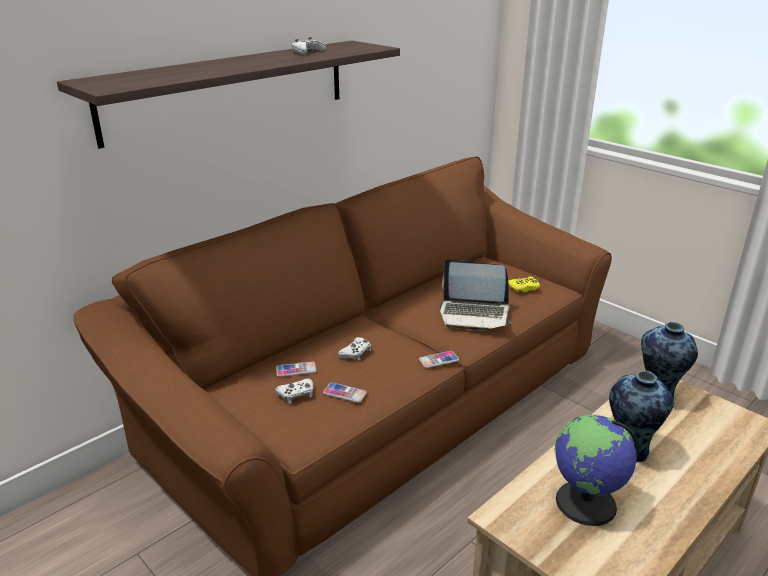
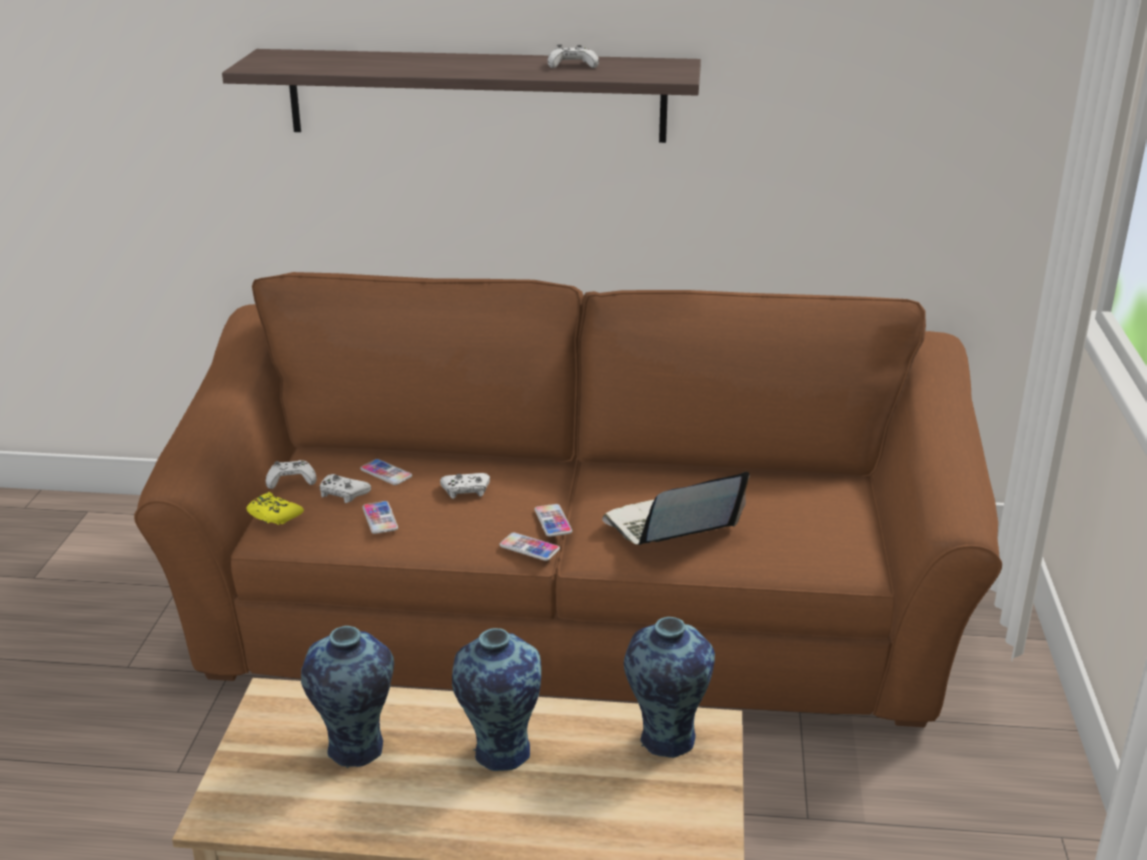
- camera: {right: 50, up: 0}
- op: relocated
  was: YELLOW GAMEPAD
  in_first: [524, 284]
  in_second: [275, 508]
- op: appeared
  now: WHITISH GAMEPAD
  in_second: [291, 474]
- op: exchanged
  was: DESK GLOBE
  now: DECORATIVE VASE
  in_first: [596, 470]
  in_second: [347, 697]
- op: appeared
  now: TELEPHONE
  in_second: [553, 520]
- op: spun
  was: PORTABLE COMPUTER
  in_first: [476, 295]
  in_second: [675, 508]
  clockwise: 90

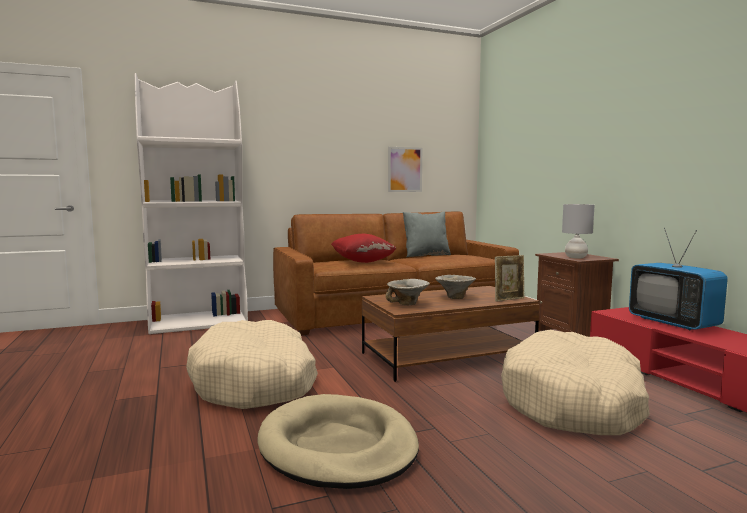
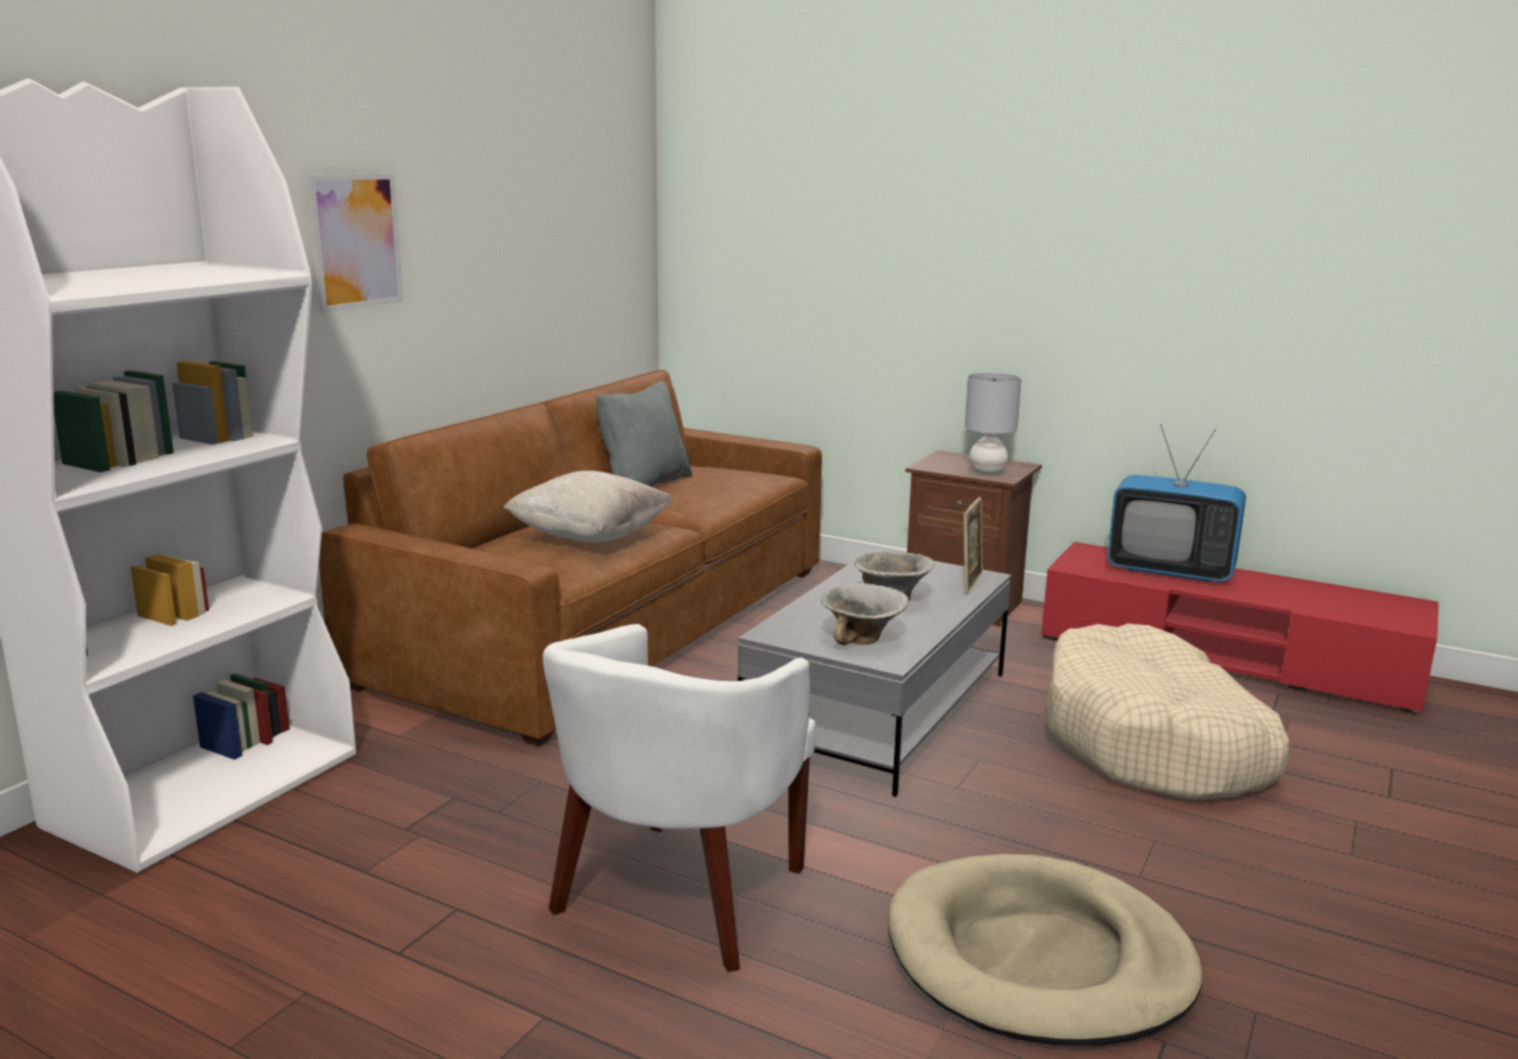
- camera: {right: -40, up: 10}
- op: relocated
  was: PICTURE
  in_first: [405, 169]
  in_second: [355, 242]
- op: colour
  was: REDDISH CUSHION
  now: BEIGE CUSHION
  in_first: [363, 248]
  in_second: [588, 507]
- op: exchanged
  was: BEIGE DOG CUSHION
  now: WHITISH EASY CHAIR
  in_first: [252, 364]
  in_second: [679, 798]
- op: colour
  was: BROWN-COLOURED LOW TABLE
  now: GRAY LOW TABLE
  in_first: [451, 334]
  in_second: [874, 673]

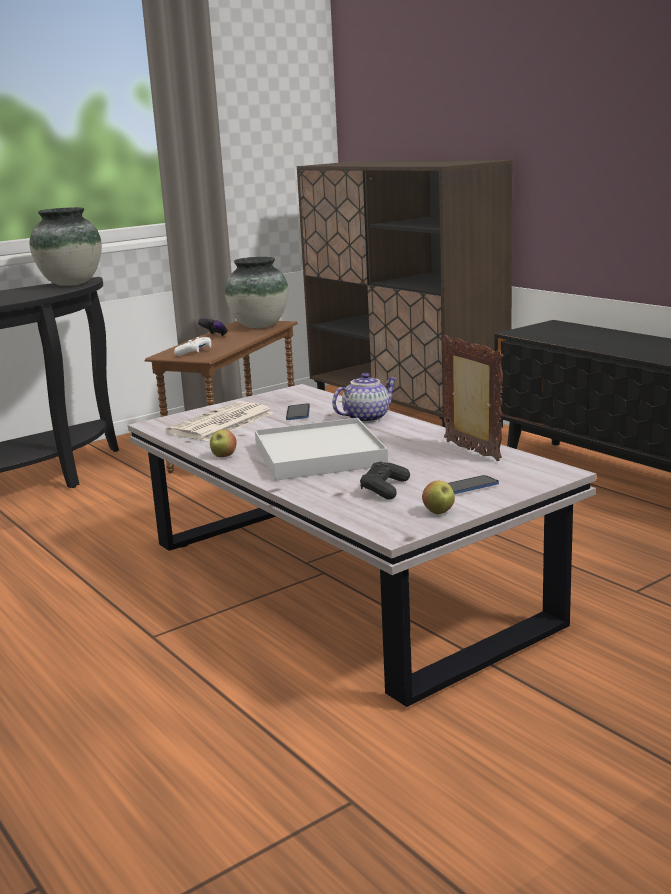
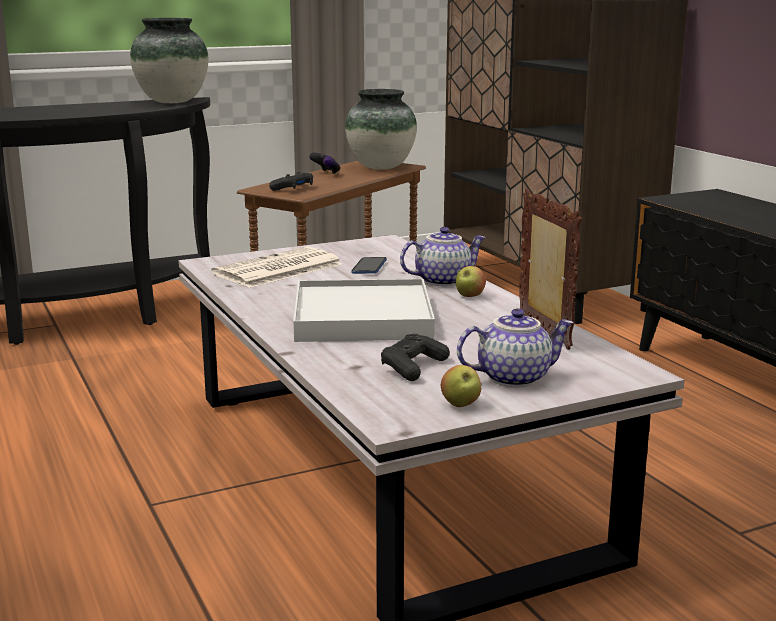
- camera: {right: 10, up: 0}
- op: colour
  was: WHITISH GAMEPAD
  now: BLACK GAMEPAD
  in_first: [192, 346]
  in_second: [291, 181]
- op: relocated
  was: APPLE FRUIT
  in_first: [223, 443]
  in_second: [471, 281]
- op: exchanged
  was: TELEPHONE
  now: POT FOR TEA
  in_first: [473, 484]
  in_second: [515, 347]

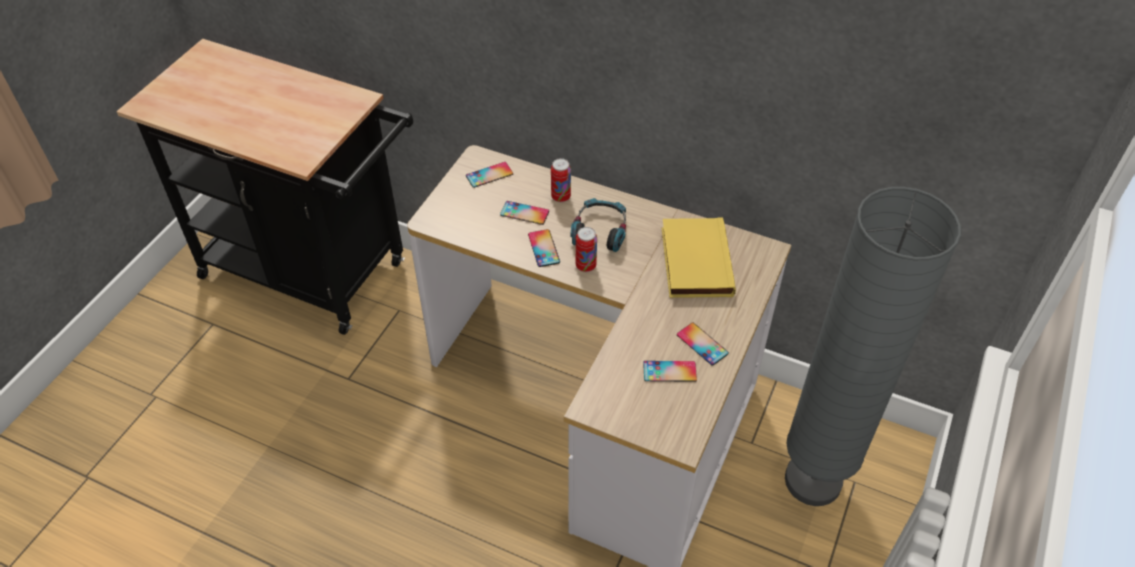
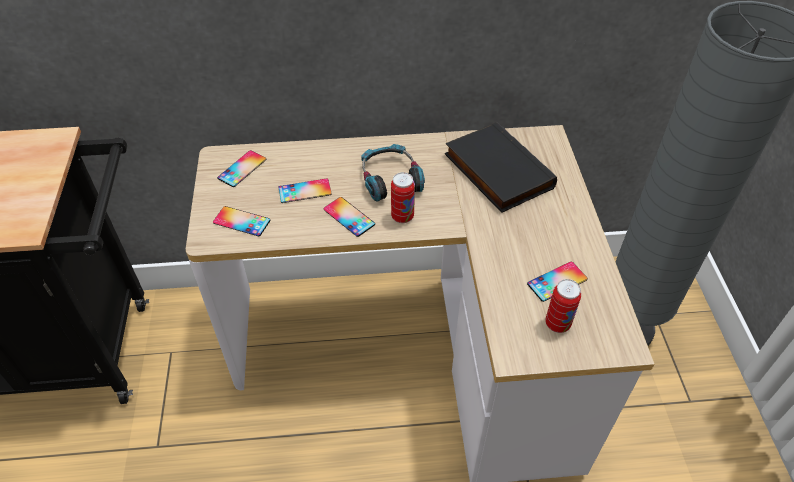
- camera: {right: -30, up: 0}
- op: relocated
  was: TELEPHONE
  in_first: [703, 344]
  in_second: [241, 221]
- op: colour
  was: YELLOW BOUND BOOK
  now: BLACK BOUND BOOK
  in_first: [699, 257]
  in_second: [501, 167]
- op: relocated
  was: CAN
  in_first: [561, 180]
  in_second: [563, 306]

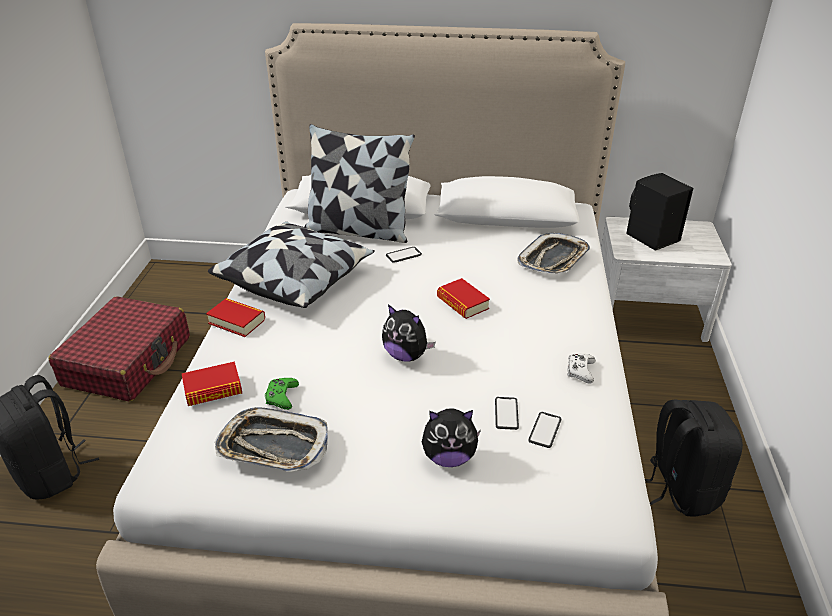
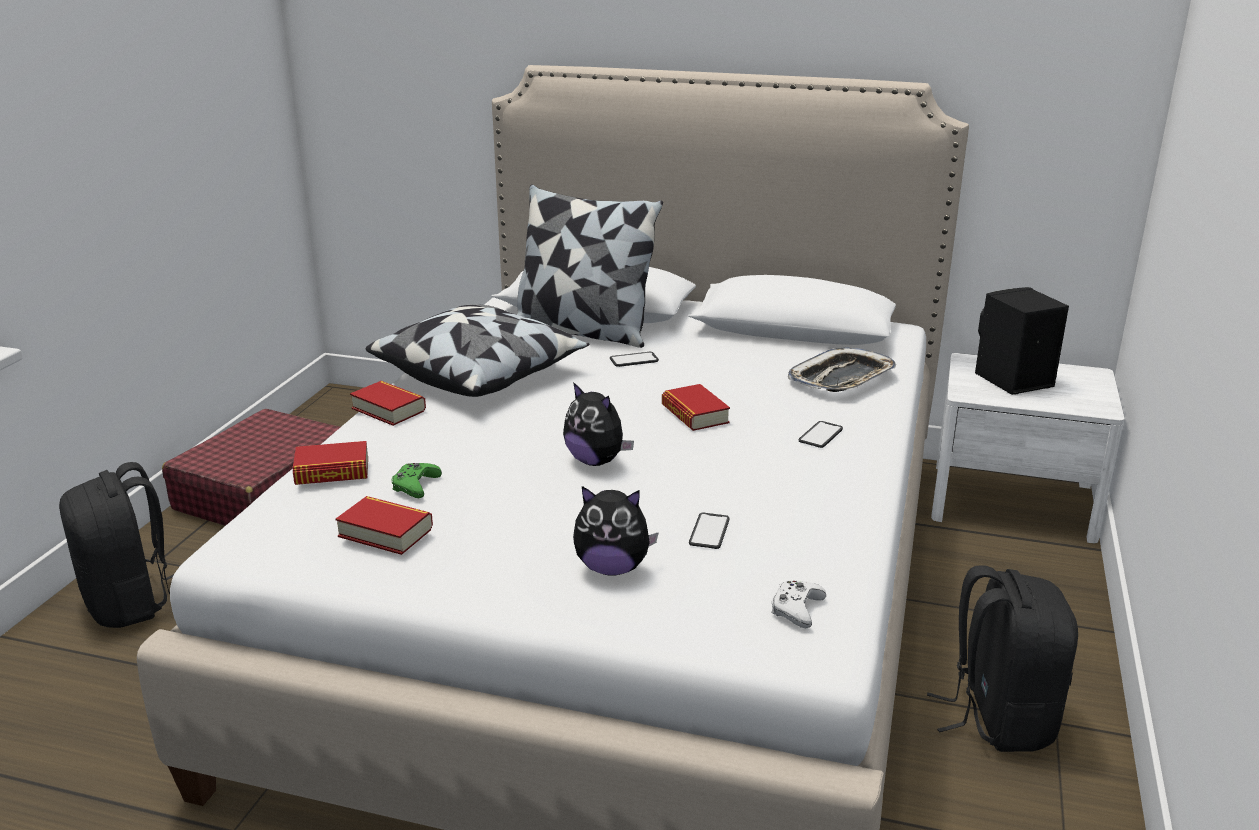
- camera: {right: 10, up: -10}
- op: exchanged
  was: CARRYING TRAY
  now: BOUND BOOK
  in_first: [271, 439]
  in_second: [384, 525]
- op: relocated
  was: WHITISH GAMEPAD
  in_first: [581, 369]
  in_second: [798, 604]
- op: relocated
  was: TELEPHONE
  in_first: [544, 430]
  in_second: [821, 434]

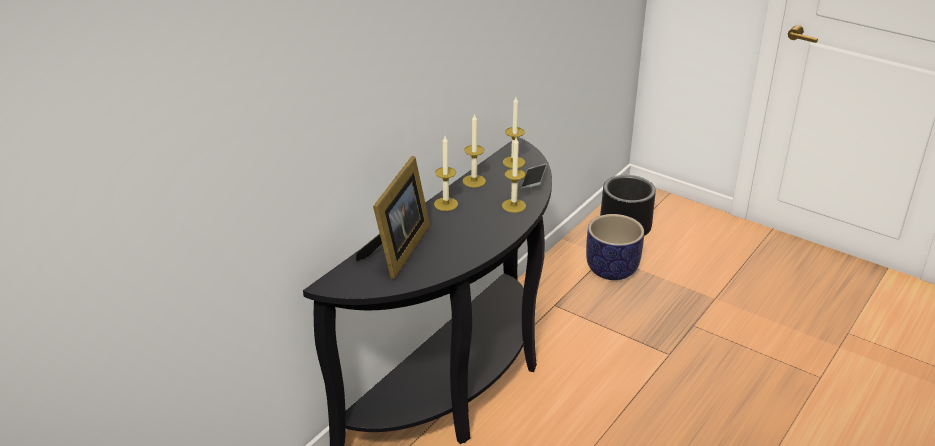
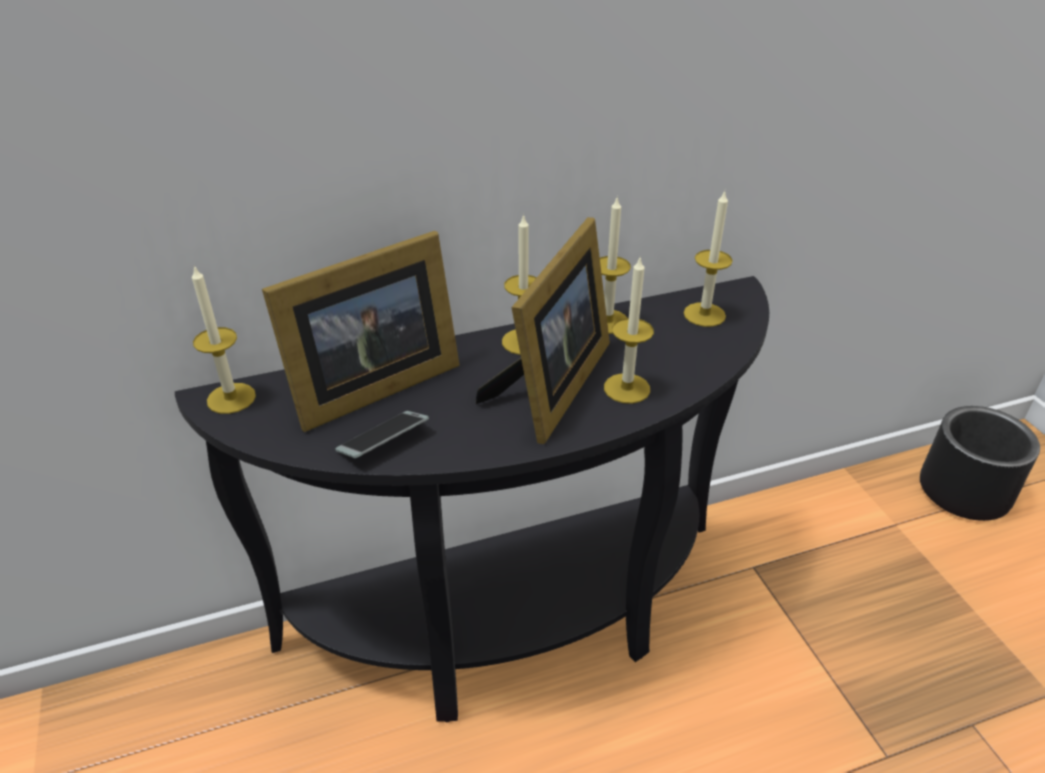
- camera: {right: 35, up: 5}
- op: appeared
  now: WAX CANDLE
  in_second: [224, 339]
- op: relocated
  was: TELEPHONE
  in_first: [534, 176]
  in_second: [382, 434]
- op: appeared
  now: PICTURE FRAME
  in_second: [542, 330]
- op: missing
  was: FLOWER POT
  in_first: [615, 247]

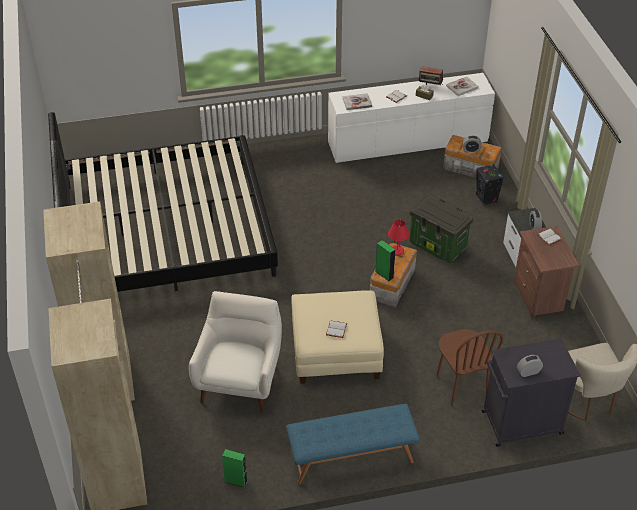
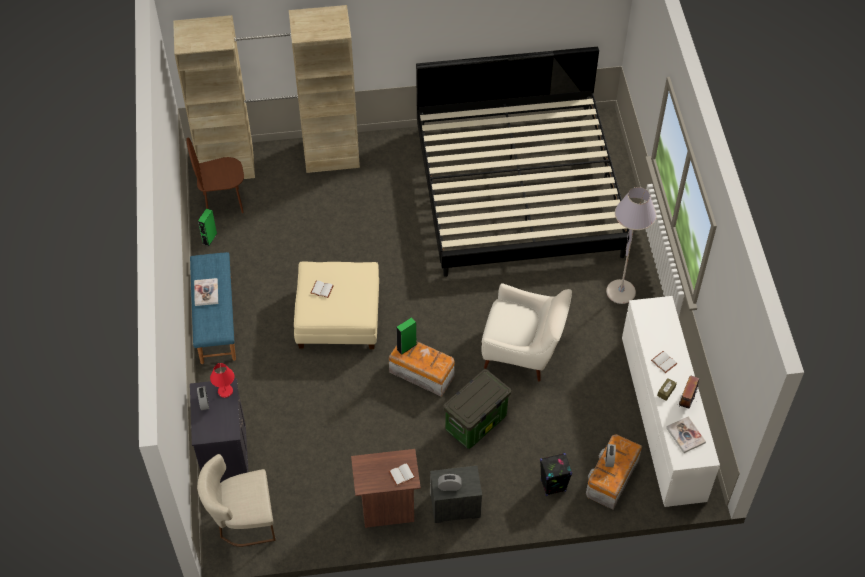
- camera: {right: 95, up: 10}
- op: relocated
  was: BROWN-COLOURED PLAIN CHAIR
  in_first: [470, 367]
  in_second: [215, 175]
- op: relocated
  was: BOUND BOOK
  in_first: [357, 101]
  in_second: [206, 292]
- op: relocated
  was: REDDISH LAMP FOR A TABLE
  in_first: [398, 237]
  in_second: [222, 380]
- op: relocated
  was: WHITISH EASY CHAIR
  in_first: [235, 352]
  in_second: [526, 332]
- op: appeared
  now: GRAY STANDING LAMP
  in_second: [631, 245]

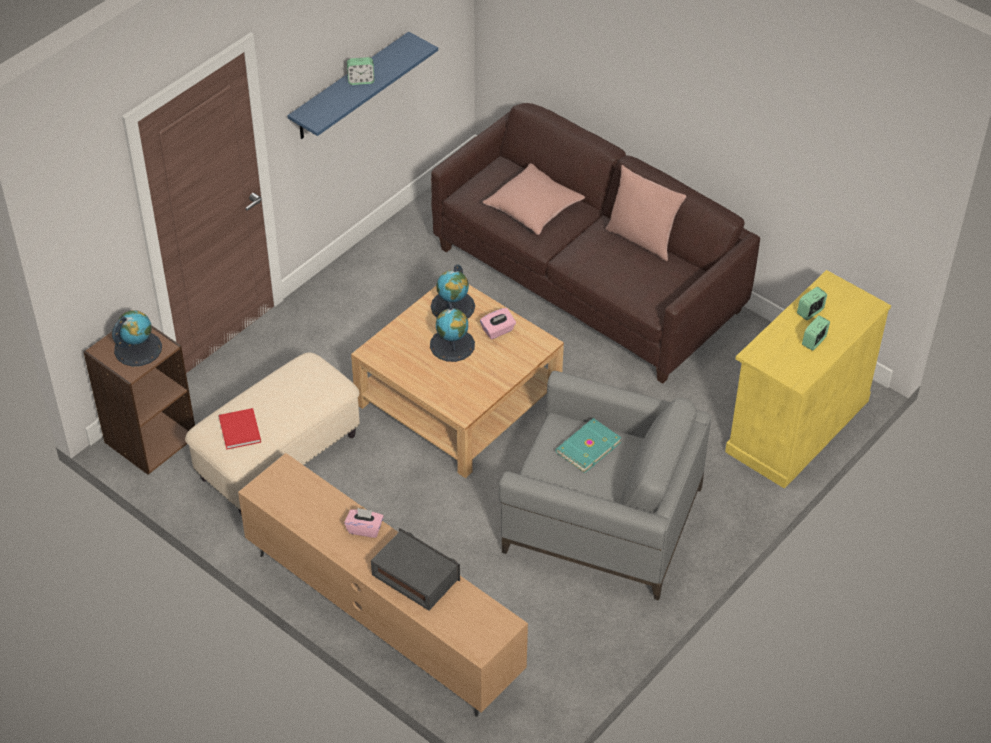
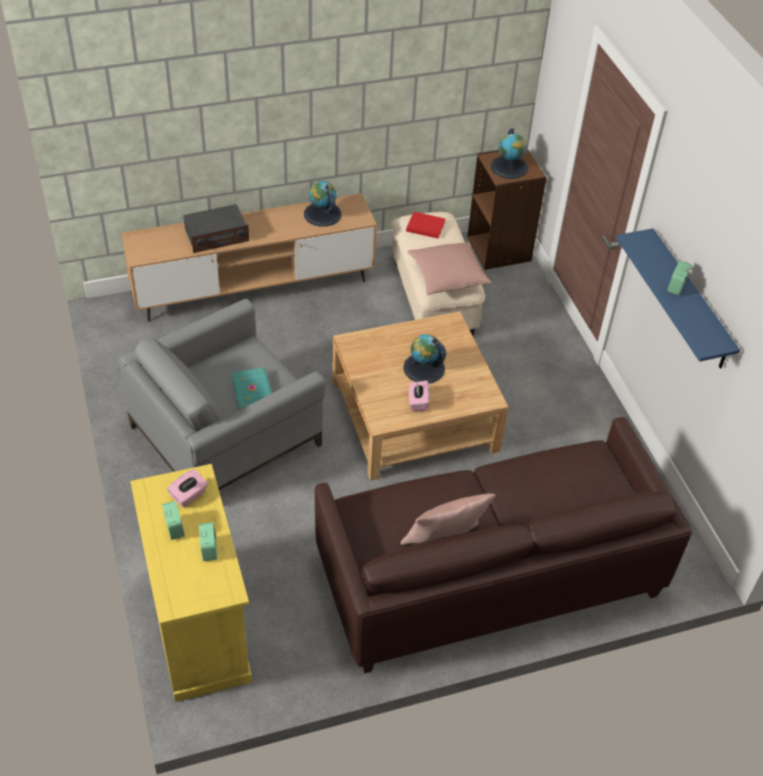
- camera: {right: 120, up: 0}
- op: relocated
  was: PINKISH BOX OF TISSUES
  in_first: [364, 523]
  in_second: [187, 488]
- op: relocated
  was: DESK GLOBE
  in_first: [453, 291]
  in_second: [322, 204]
- op: relocated
  was: PINKISH CUSHION
  in_first: [534, 199]
  in_second: [449, 268]

